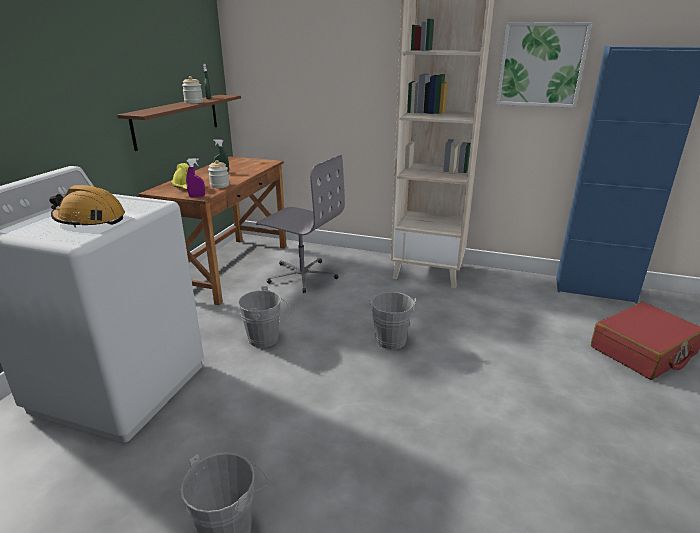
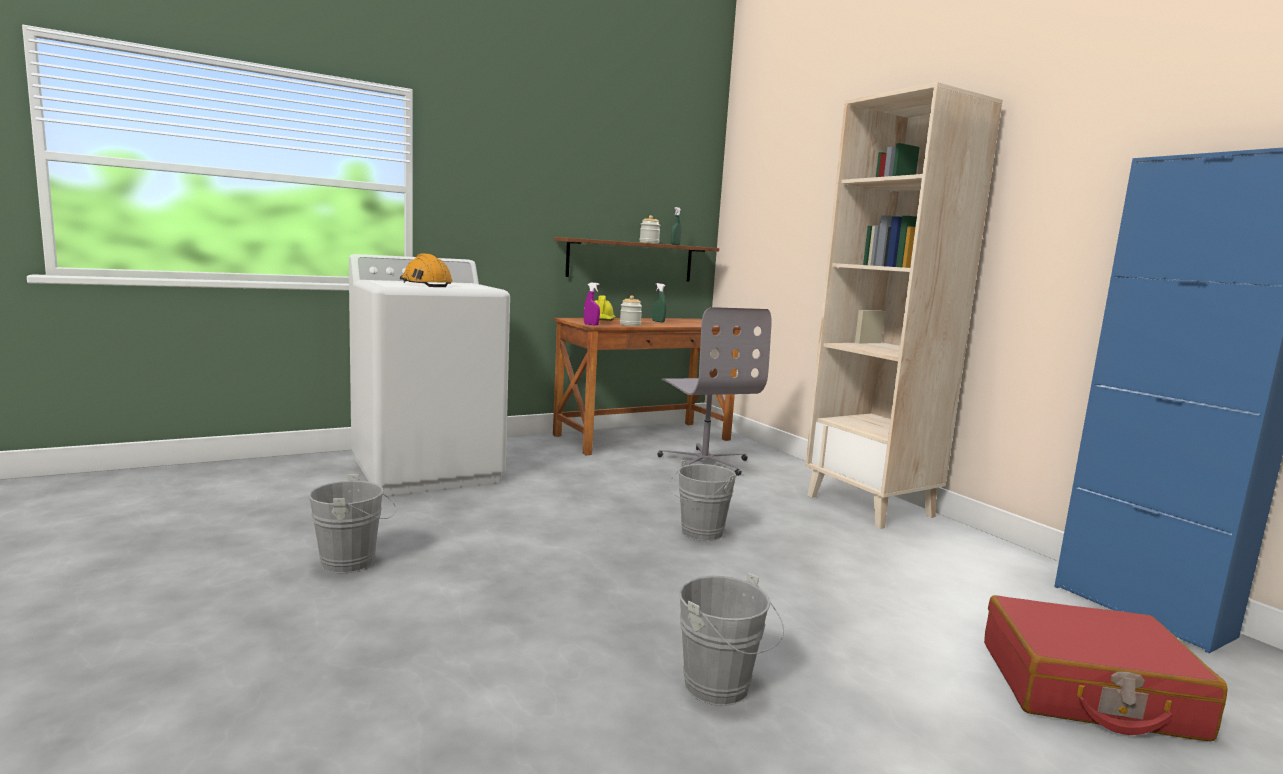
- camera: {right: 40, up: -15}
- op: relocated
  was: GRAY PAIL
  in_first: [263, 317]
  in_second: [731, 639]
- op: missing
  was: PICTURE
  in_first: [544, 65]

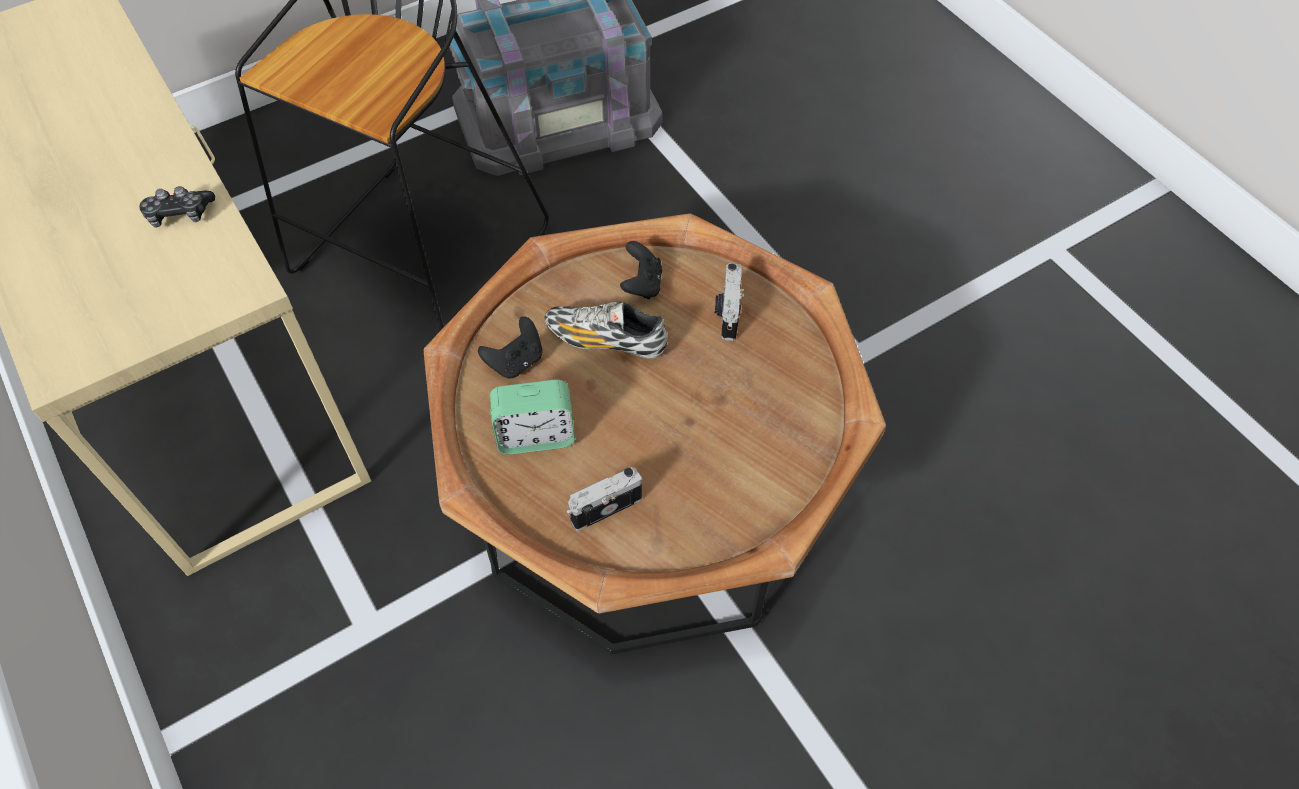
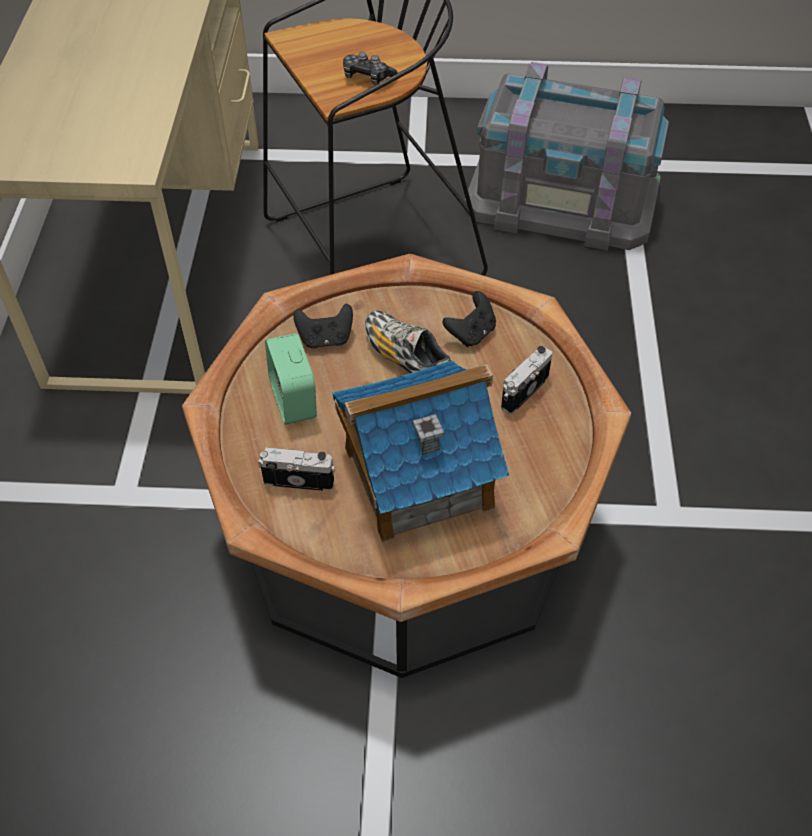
- camera: {right: 35, up: -5}
- op: spun
  was: TABLE CLOCK
  in_first: [532, 417]
  in_second: [291, 379]
  clockwise: 45
- op: appeared
  now: MINIATURE HOUSE
  in_second: [420, 451]
- op: relocated
  was: GAMEPAD
  in_first: [177, 207]
  in_second: [370, 68]

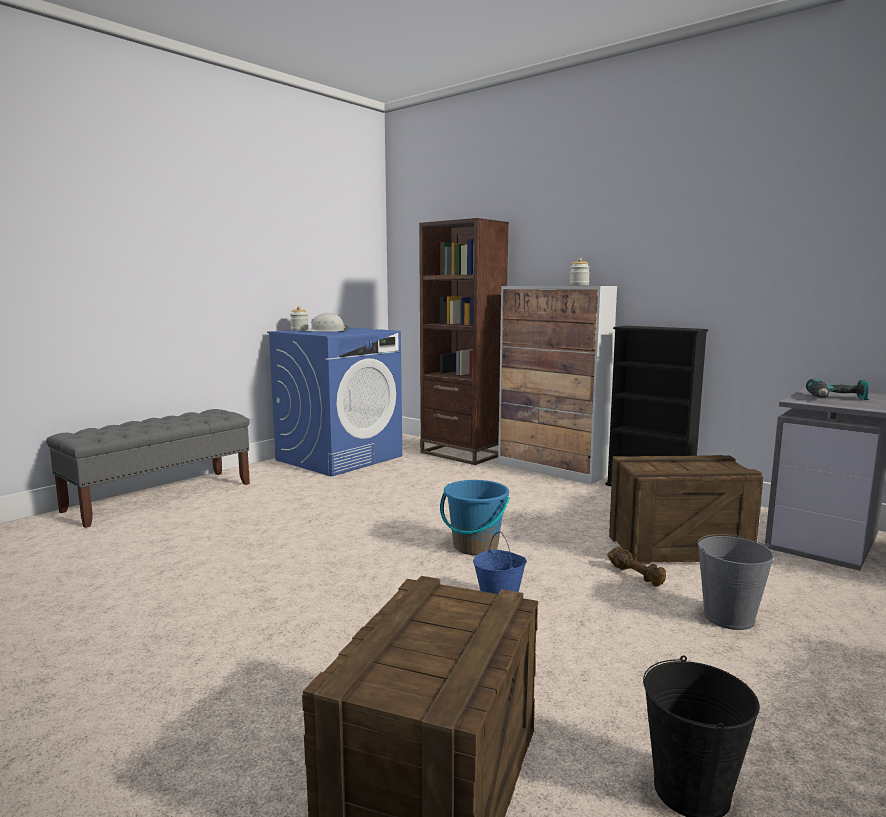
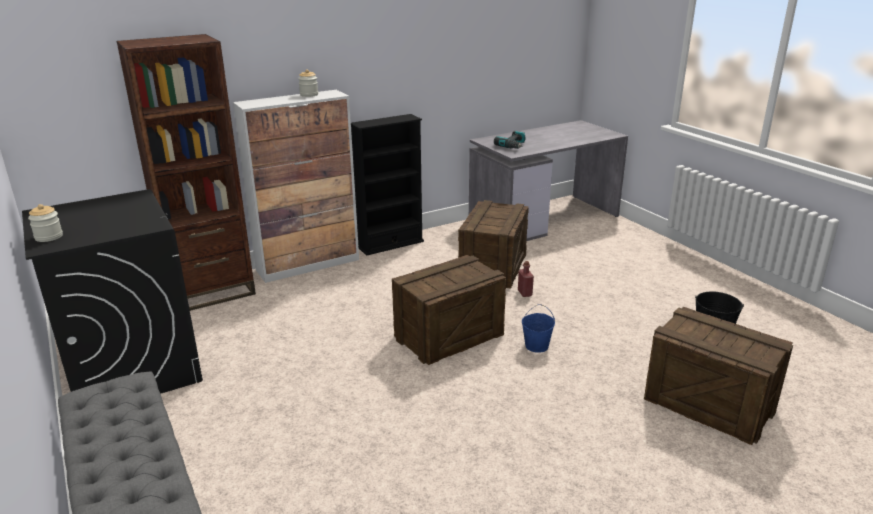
- camera: {right: -70, up: 15}
- op: colour
  was: BLUE-COLOURED LAUNDRY APPLIANCE
  now: BLACK LAUNDRY APPLIANCE
  in_first: [334, 402]
  in_second: [112, 291]
- op: exchanged
  was: BLUE-COLOURED PAIL
  now: SHIPPING CRATE
  in_first: [475, 517]
  in_second: [449, 310]
- op: exchanged
  was: BROWN-COLOURED FREE WEIGHT
  now: REDDISH DRINK BOTTLE
  in_first: [636, 566]
  in_second: [526, 279]
- op: missing
  was: WHITISH WORK HELMET
  in_first: [326, 322]
- op: missing
  was: GRAY PAIL
  in_first: [736, 582]

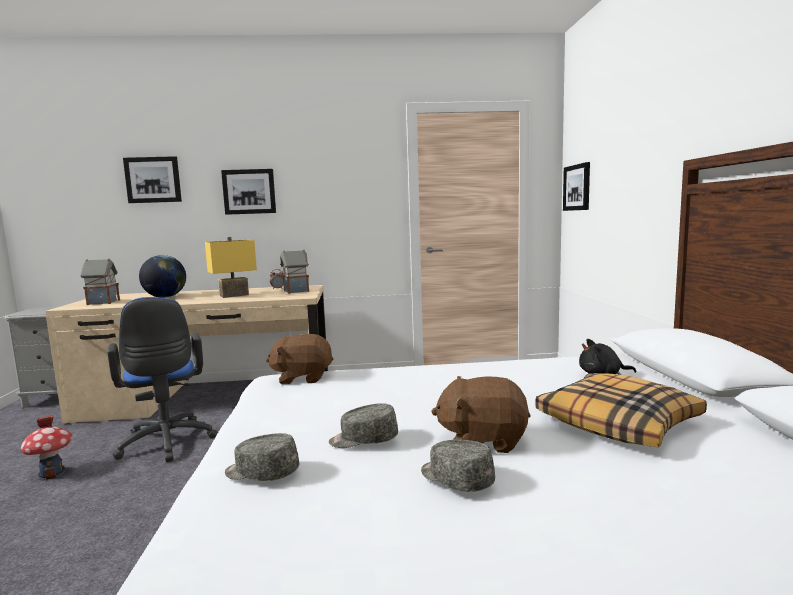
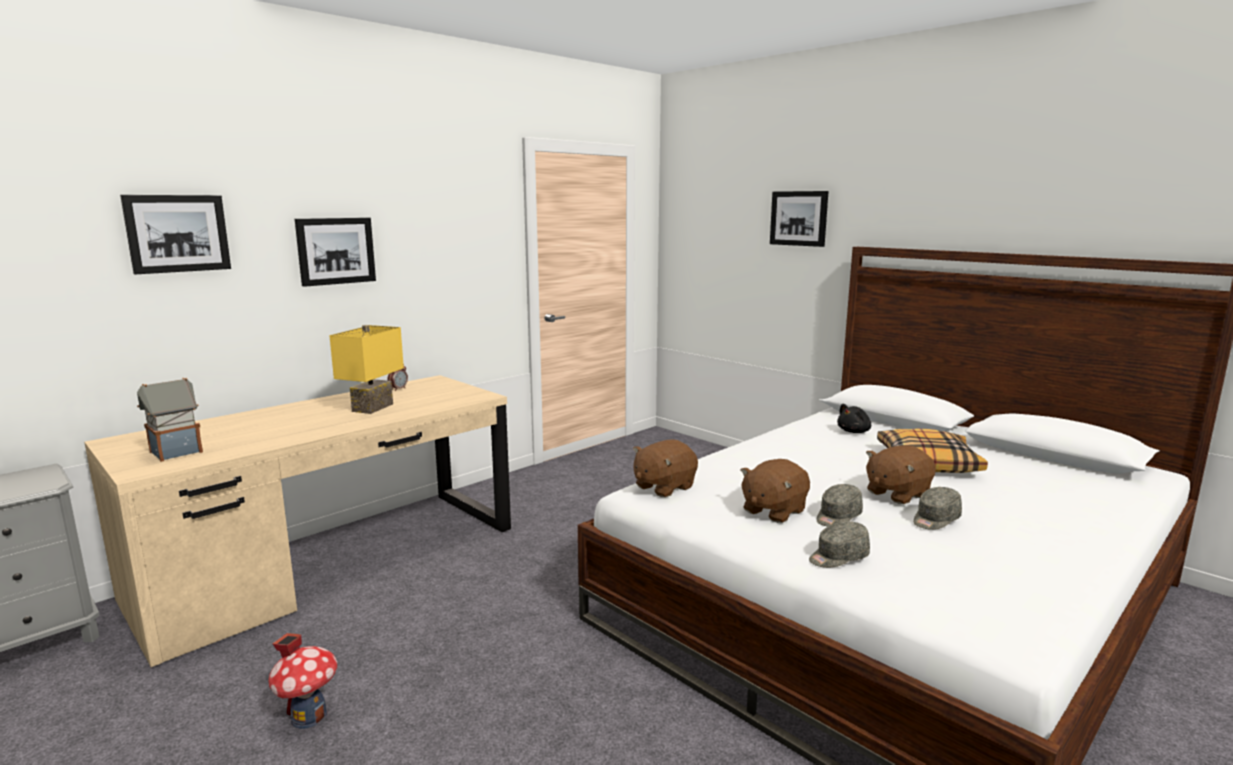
- camera: {right: -40, up: 5}
- op: appeared
  now: BROWN-COLOURED PLUSH TOY
  in_second: [775, 491]
- op: relocated
  was: PICTURE
  in_first: [576, 186]
  in_second: [799, 219]
- op: spun
  was: GRAY PEAKED CAP
  in_first: [458, 466]
  in_second: [937, 508]
  clockwise: -45
- op: missing
  was: BLUE-COLOURED COMPUTER CHAIR
  in_first: [162, 379]
- op: missing
  was: DESK GLOBE
  in_first: [162, 276]
- op: missing
  was: MINIATURE HOUSE
  in_first: [294, 272]

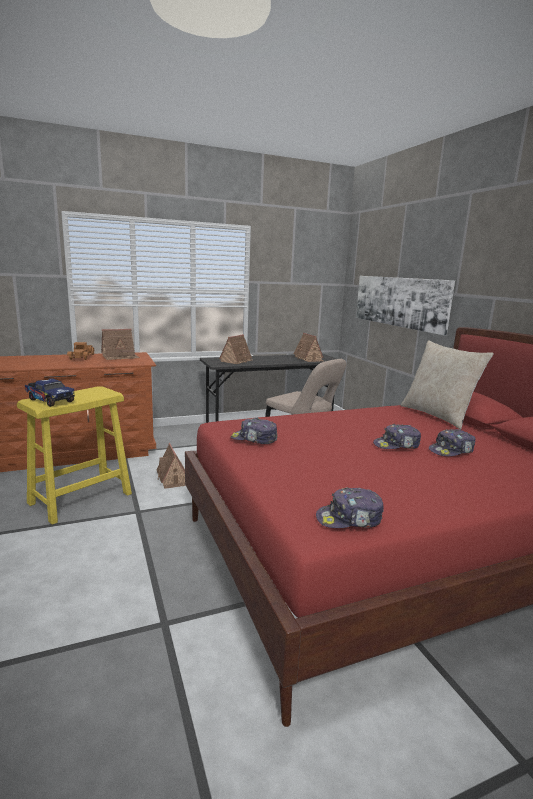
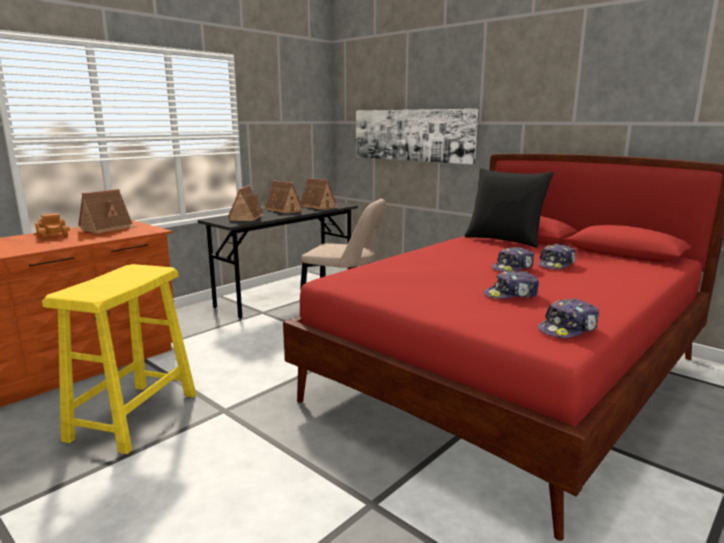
- camera: {right: -25, up: 0}
- op: relocated
  was: MINIATURE HOUSE
  in_first: [171, 466]
  in_second: [284, 197]
- op: colour
  was: BEIGE CUSHION
  now: BLACK CUSHION
  in_first: [447, 385]
  in_second: [509, 208]
- op: relocated
  was: PEAKED CAP
  in_first: [254, 431]
  in_second: [511, 284]
- op: missing
  was: MODEL TRUCK
  in_first: [50, 392]

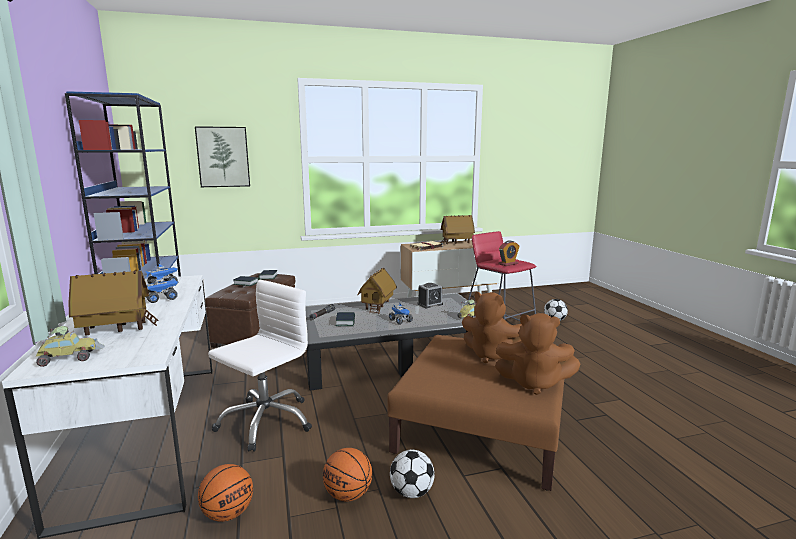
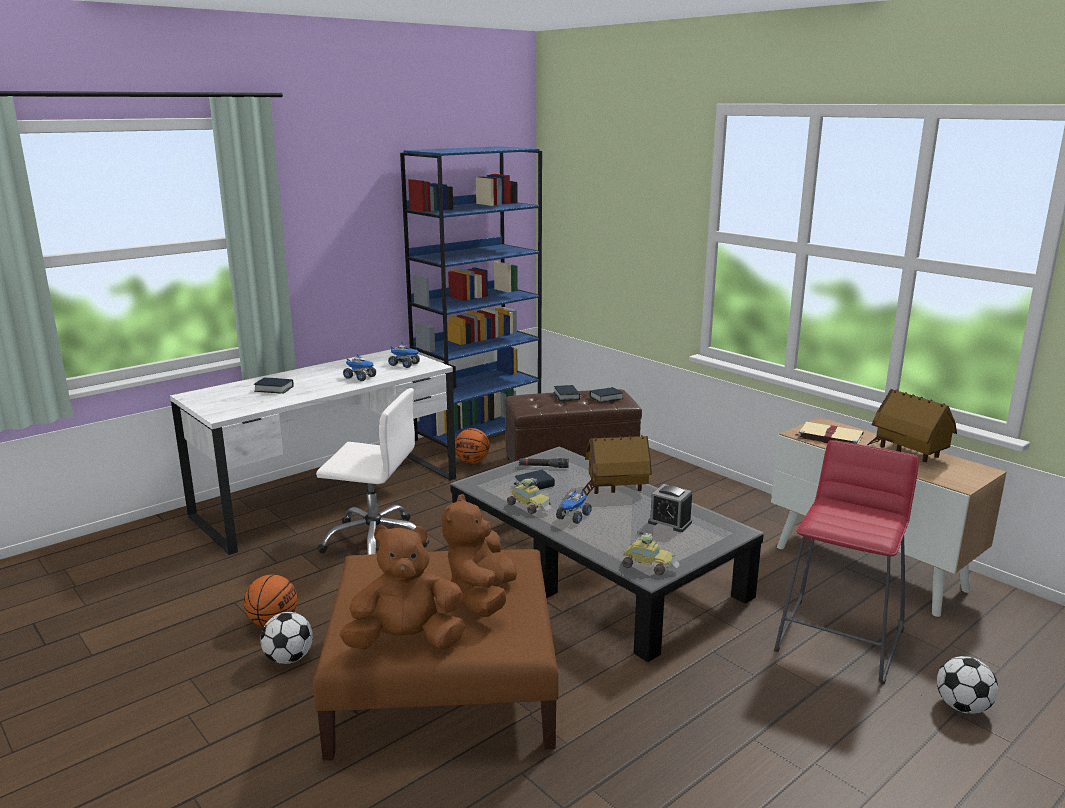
- camera: {right: 65, up: 5}
- op: exchanged
  was: MINIATURE HOUSE
  now: BOUND BOOK
  in_first: [114, 303]
  in_second: [274, 385]
- op: spun
  was: BROWN-COLOURED PLUSH TOY
  in_first: [537, 354]
  in_second: [402, 587]
  clockwise: 90
- op: relocated
  was: BASKETBALL BALL
  in_first: [225, 493]
  in_second: [472, 446]
- op: relocated
  was: TOY CAR
  in_first: [70, 346]
  in_second: [529, 495]
- op: missing
  was: PICTURE
  in_first: [222, 156]
- op: missing
  was: TABLE CLOCK
  in_first: [509, 253]

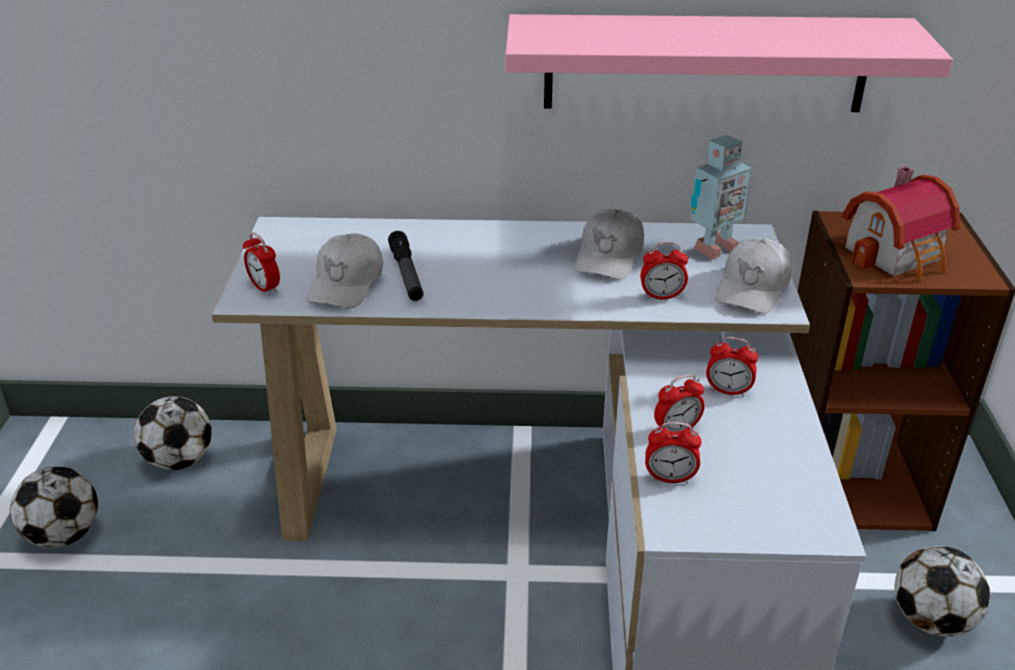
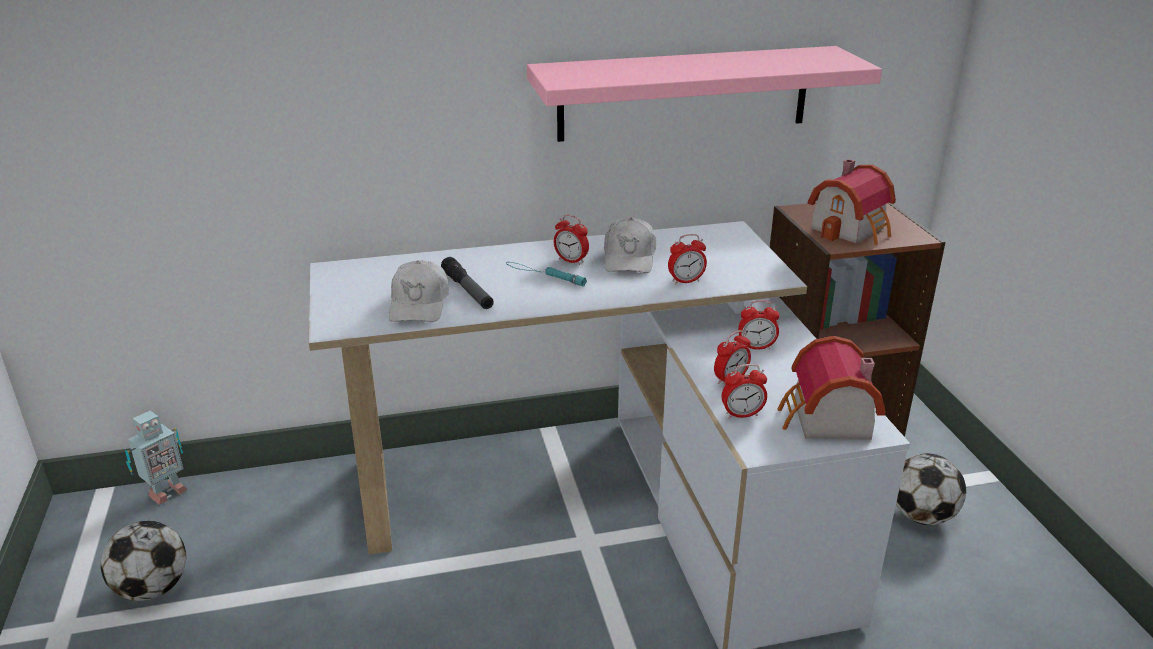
- camera: {right: -15, up: -5}
- op: relocated
  was: ROBOT FIGURE
  in_first: [721, 197]
  in_second: [156, 458]
- op: appeared
  now: TURQUOISE FLASHLIGHT
  in_second: [546, 274]
- op: relocated
  was: TABLE CLOCK
  in_first: [261, 263]
  in_second: [571, 240]
- op: appeared
  now: MINIATURE HOUSE
  in_second: [831, 388]
- op: missing
  was: BALL FOR FOOTBALL
  in_first: [173, 433]
- op: missing
  was: WHITISH PEAKED CAP
  in_first: [753, 276]

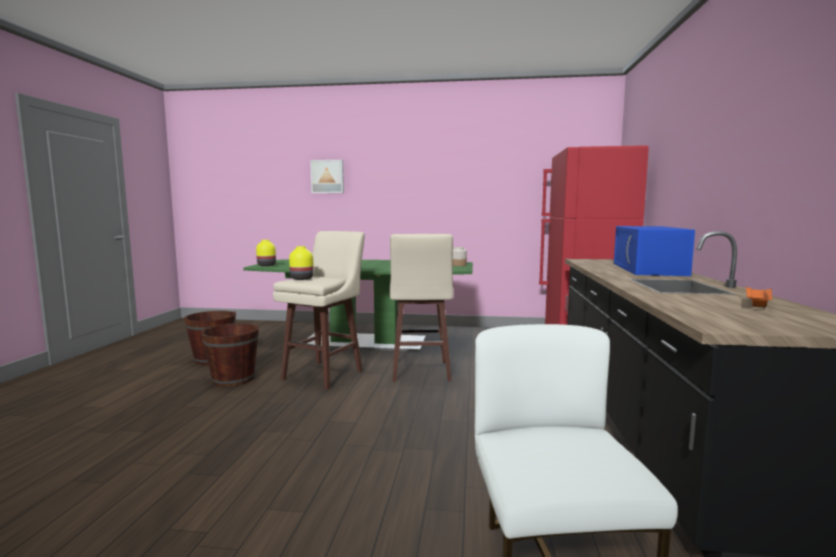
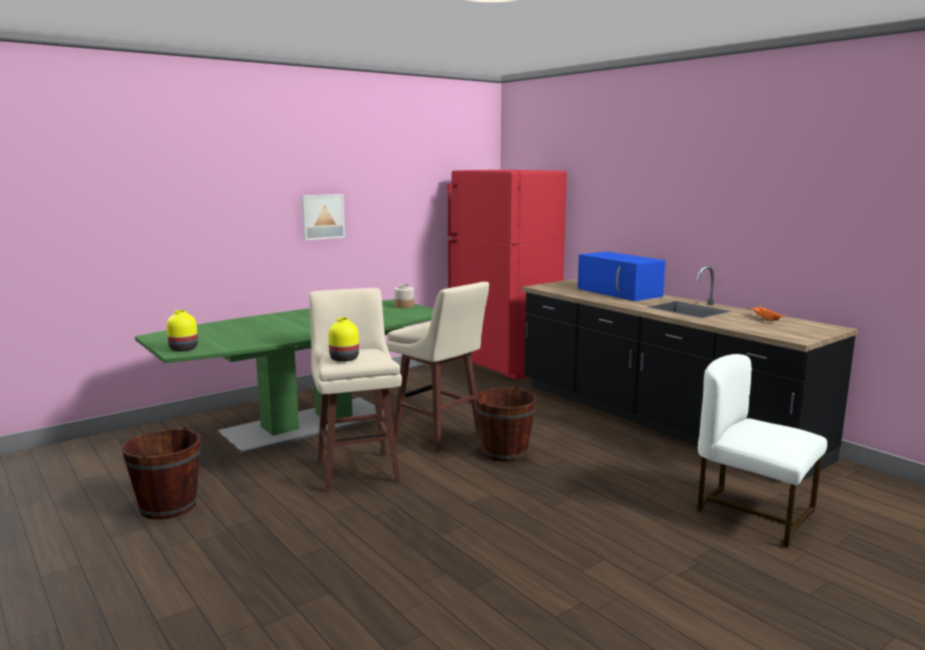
- camera: {right: -45, up: 5}
- op: relocated
  was: PICTURE
  in_first: [327, 176]
  in_second: [323, 217]
- op: relocated
  was: BROWN-COLOURED PAIL
  in_first: [230, 355]
  in_second: [506, 424]

